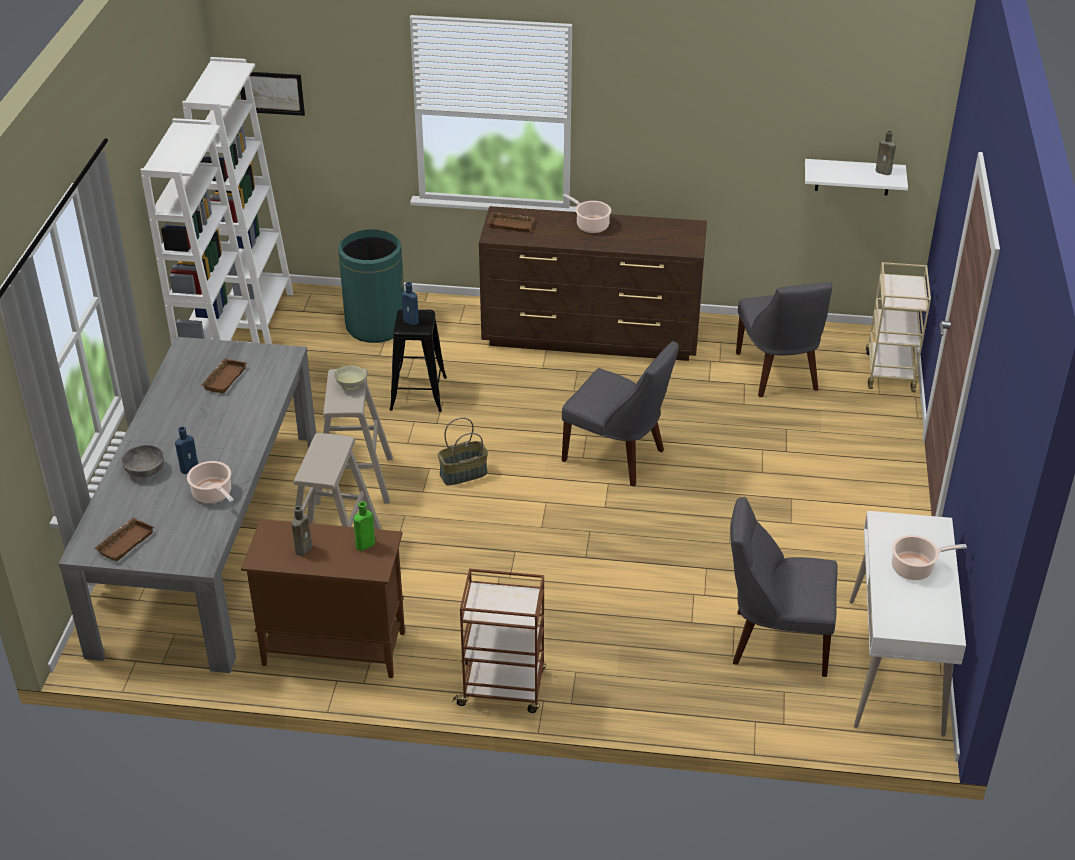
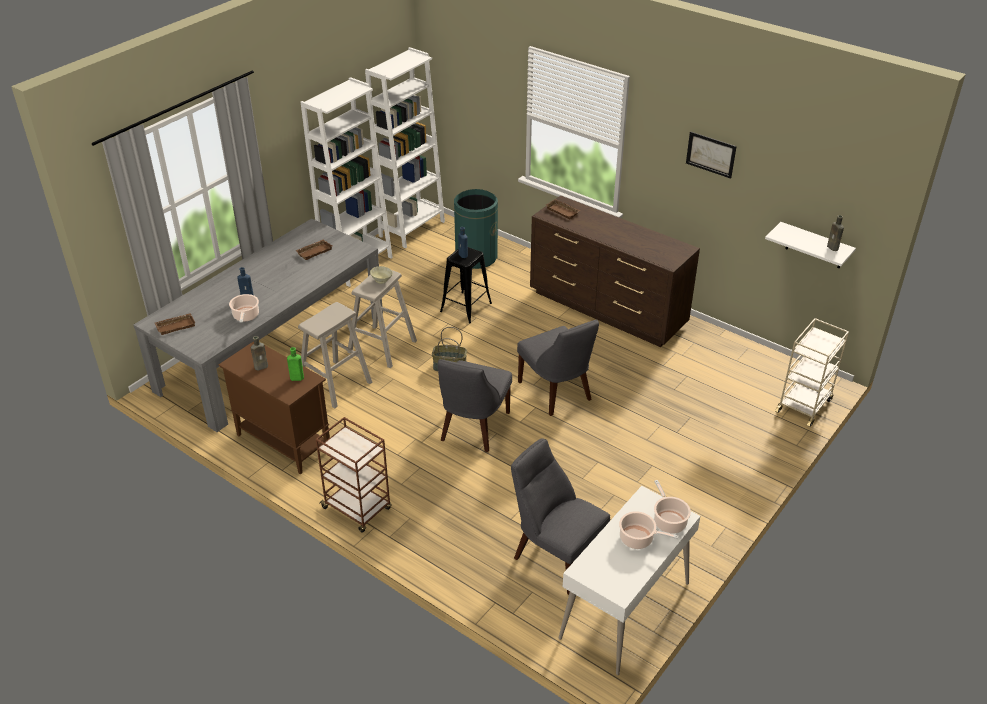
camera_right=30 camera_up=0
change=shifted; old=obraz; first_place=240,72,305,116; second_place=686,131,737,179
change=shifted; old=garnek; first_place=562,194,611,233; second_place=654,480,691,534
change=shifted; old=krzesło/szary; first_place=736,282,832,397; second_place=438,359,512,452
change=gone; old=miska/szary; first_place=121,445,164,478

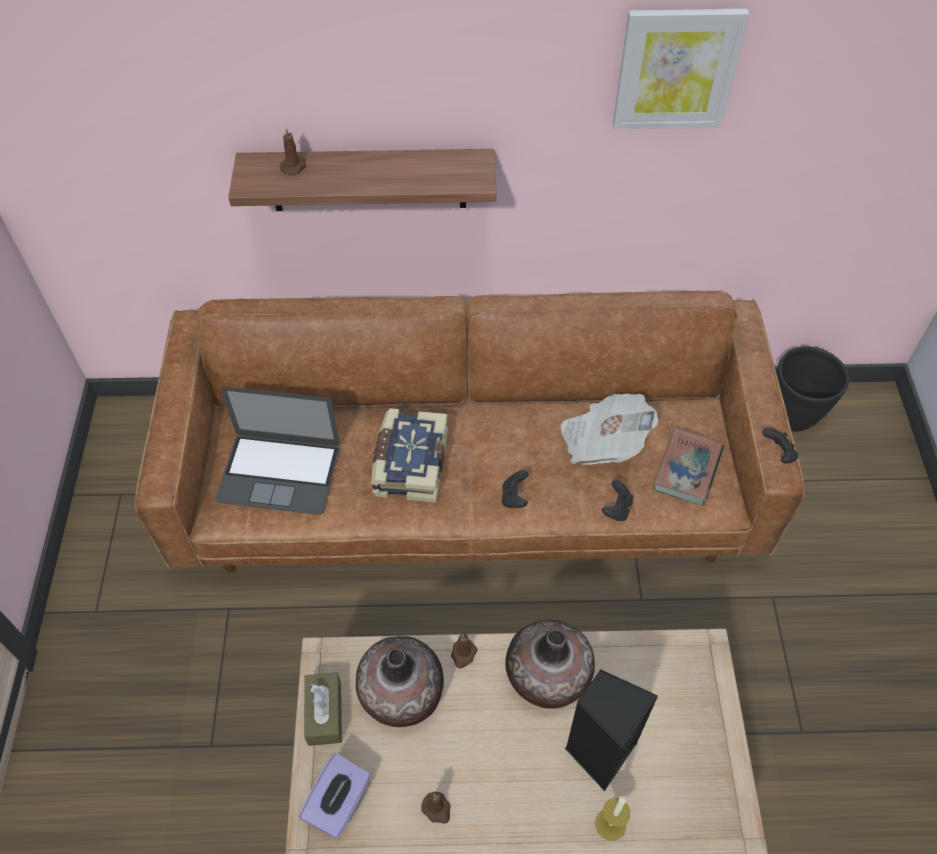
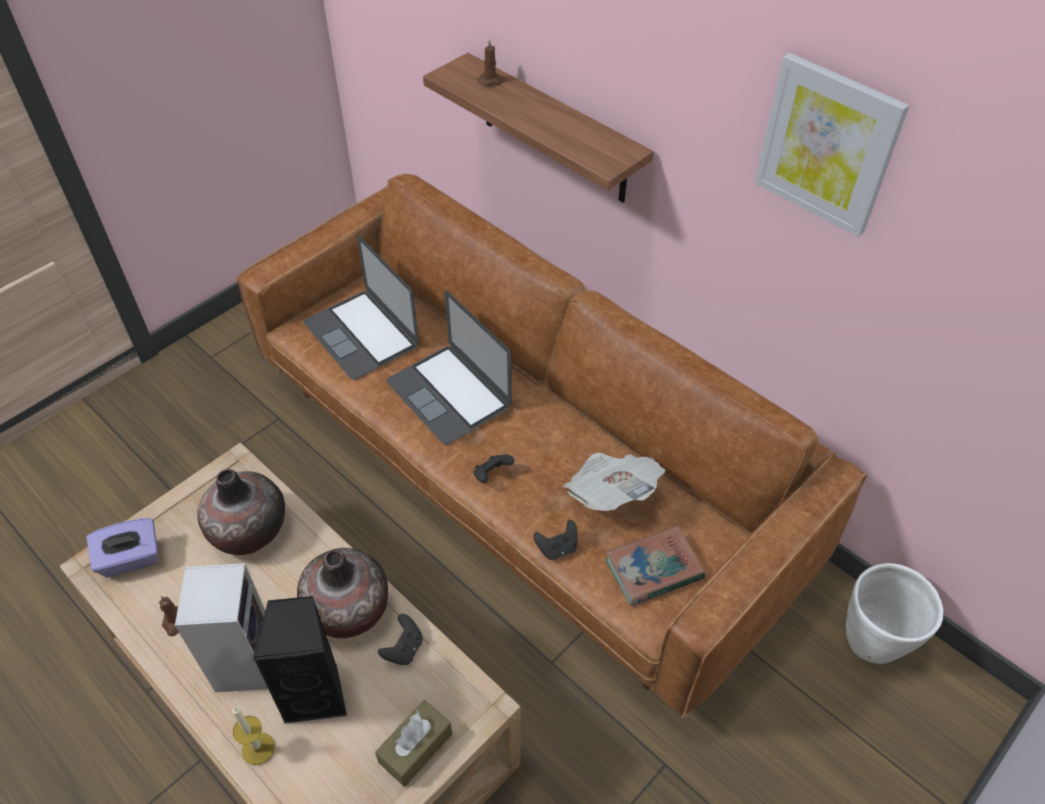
camera_right=45 camera_up=-5
change=repainted; old=donica/czarny; new=donica/biały; first_place=777,346,849,432; second_place=846,563,943,664
change=swapped; old=książka; new=laptop; first_place=371,408,448,503; second_place=387,291,512,445
change=shifted; old=pad do gier/czarny; first_place=763,428,798,464; second_place=378,614,423,665
change=gone; old=świeca/brązowy; first_place=451,633,477,668
change=shifted; old=pudełko chusteczek/brązowy; first_place=304,672,342,746; second_place=375,700,452,787
change=new; new=głośnik; second_place=175,563,268,692

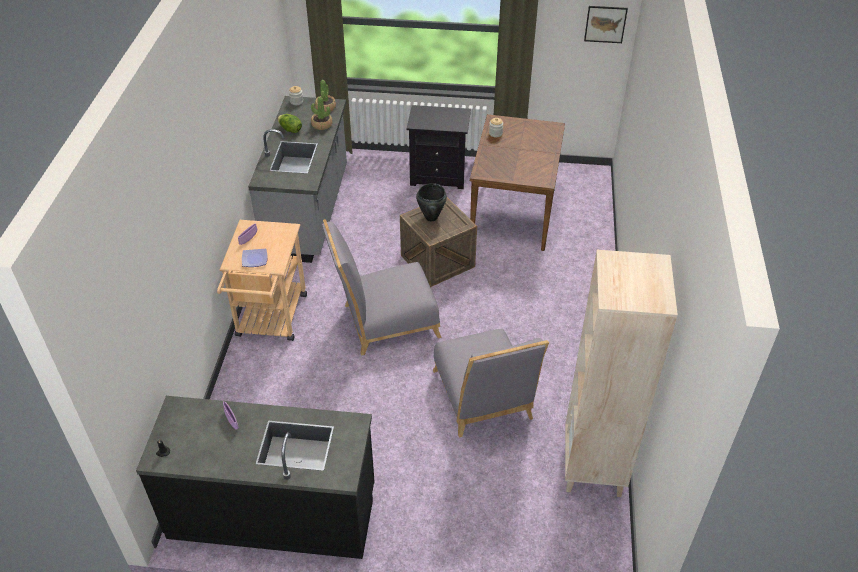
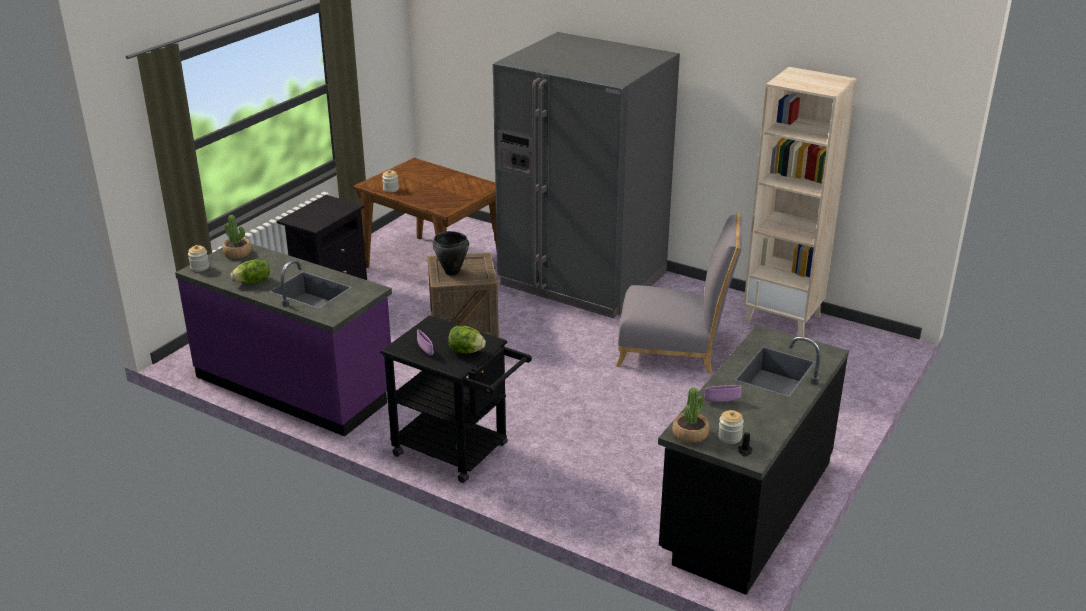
camera_right=-65 camera_up=-15
change=gone; old=obraz; first_place=584,6,628,43
change=repainted; old=zabudowa kuchenna/szary; new=zabudowa kuchenna/fioletowy; first_place=248,96,347,263; second_place=175,244,392,436
change=shifted; old=roślina doniczkowa; first_place=311,97,332,130; second_place=672,387,709,443
change=gone; old=krzesło/szary; first_place=322,219,442,356
change=repainted; old=wózek/beżowy; new=wózek/czarny; first_place=217,220,307,341; second_place=380,315,532,483
change=swapped; old=talerz; new=sałata; first_place=242,249,268,267; second_place=448,326,486,354
change=new; new=lodówka/szary; second_place=493,32,680,318
change=new; new=słoik; second_place=718,410,744,444

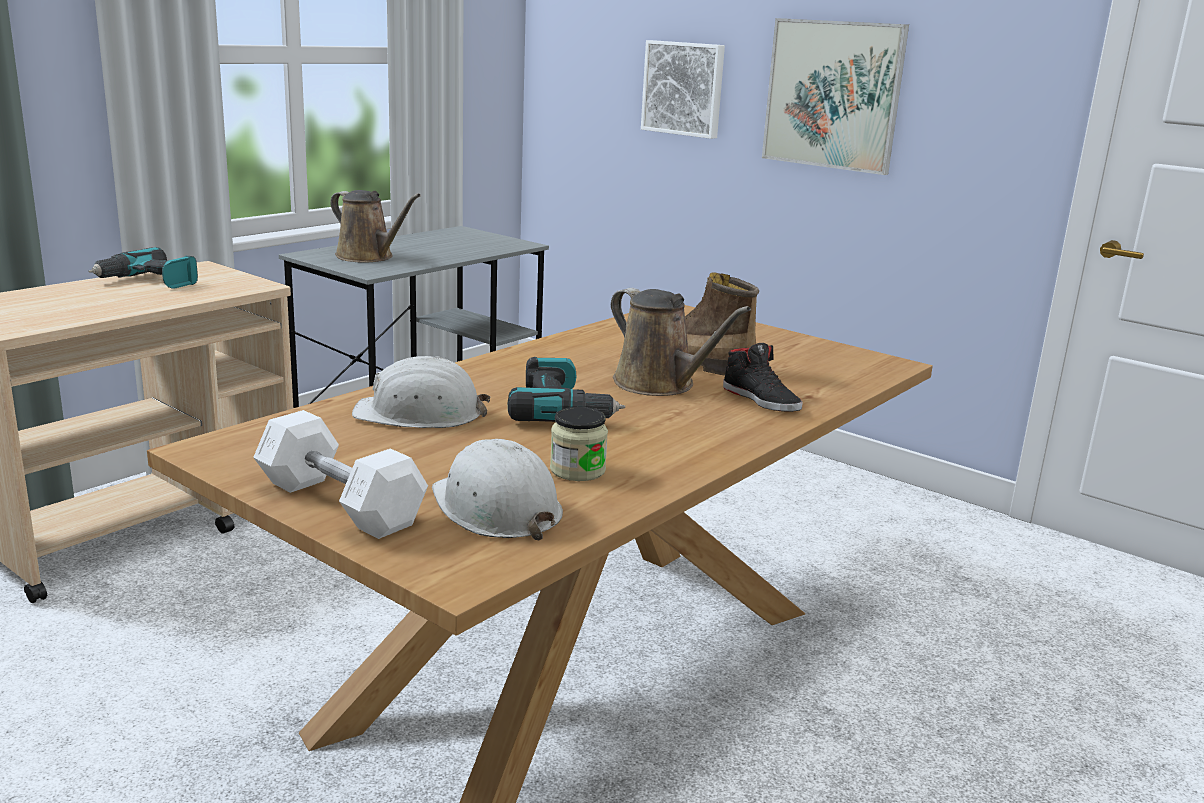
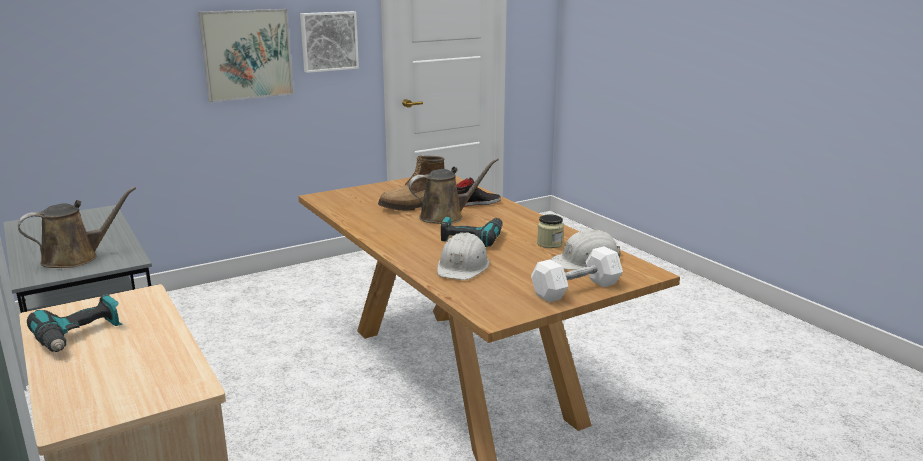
camera_right=-70 camera_up=0
change=shifted; old=obraz; first_place=641,40,725,139; second_place=300,11,359,73

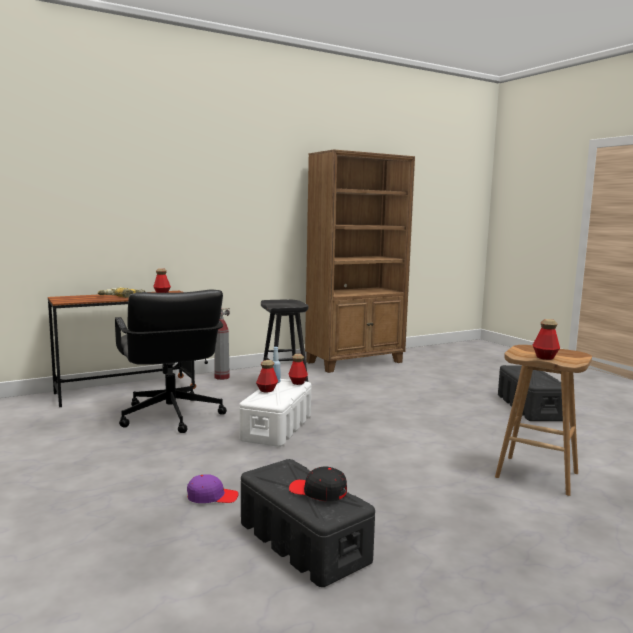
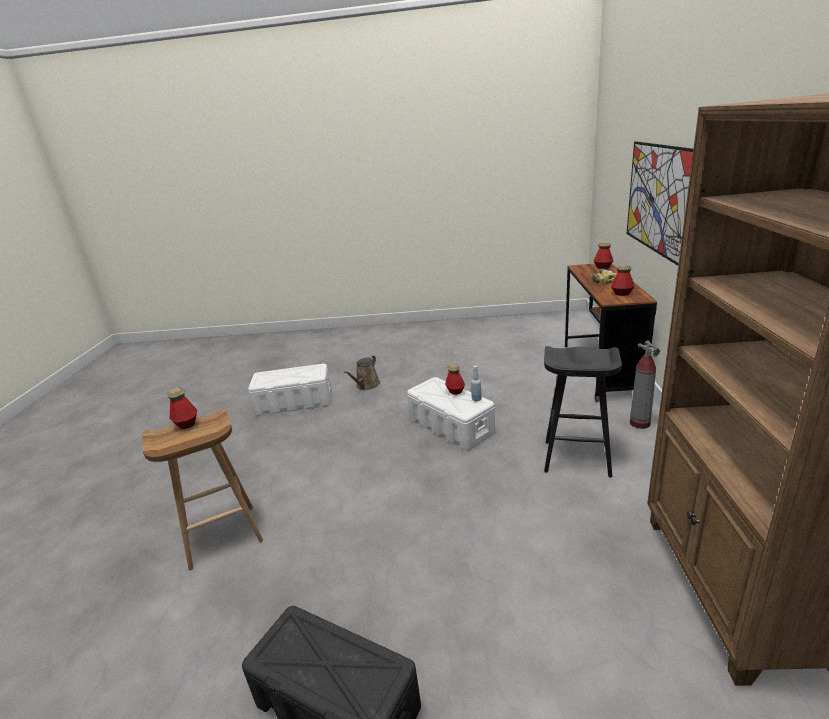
camera_right=125 camera_up=15
change=gone; old=krzesło biurowe/czarny; first_place=115,290,227,433
change=shifted; old=butelka; first_place=289,354,308,385; second_place=594,242,613,269
change=repainted; old=pojemnik do przechowywania/czarny; new=pojemnik do przechowywania/biały; first_place=241,459,375,587; second_place=248,364,331,416
change=gone; old=czapka z daszkiem/czarny; first_place=289,466,347,501
change=swapped; old=czapka z daszkiem/fioletowy; new=konewka/brązowy; first_place=187,474,238,503; second_place=344,355,380,390
change=new; new=obraz; second_place=627,141,693,266

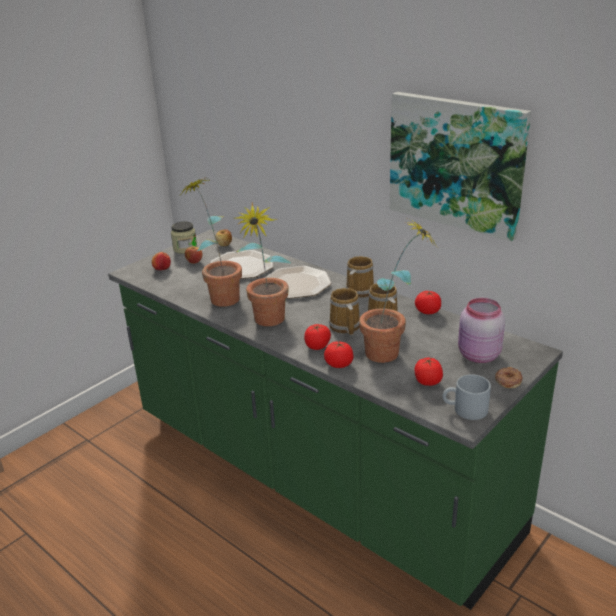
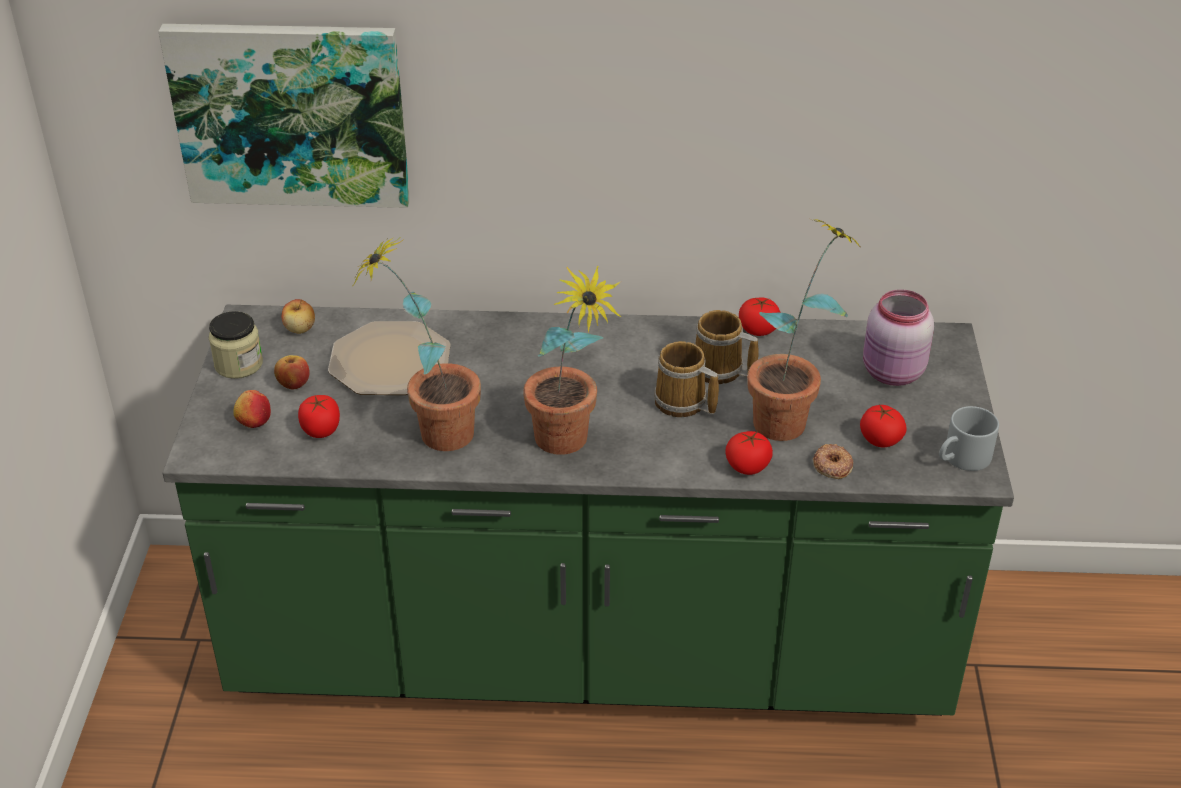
camera_right=-40 camera_up=10
change=shifted; old=obraz; first_place=390,92,531,242; second_place=158,24,410,208
change=gone; old=kubek; first_place=346,256,374,298
change=gone; old=talerz; first_place=266,266,331,299
change=shifted; old=pomidor; first_place=304,324,331,350; second_place=298,395,340,438
change=shifted; old=donut; first_place=495,367,522,388; second_place=813,444,853,479

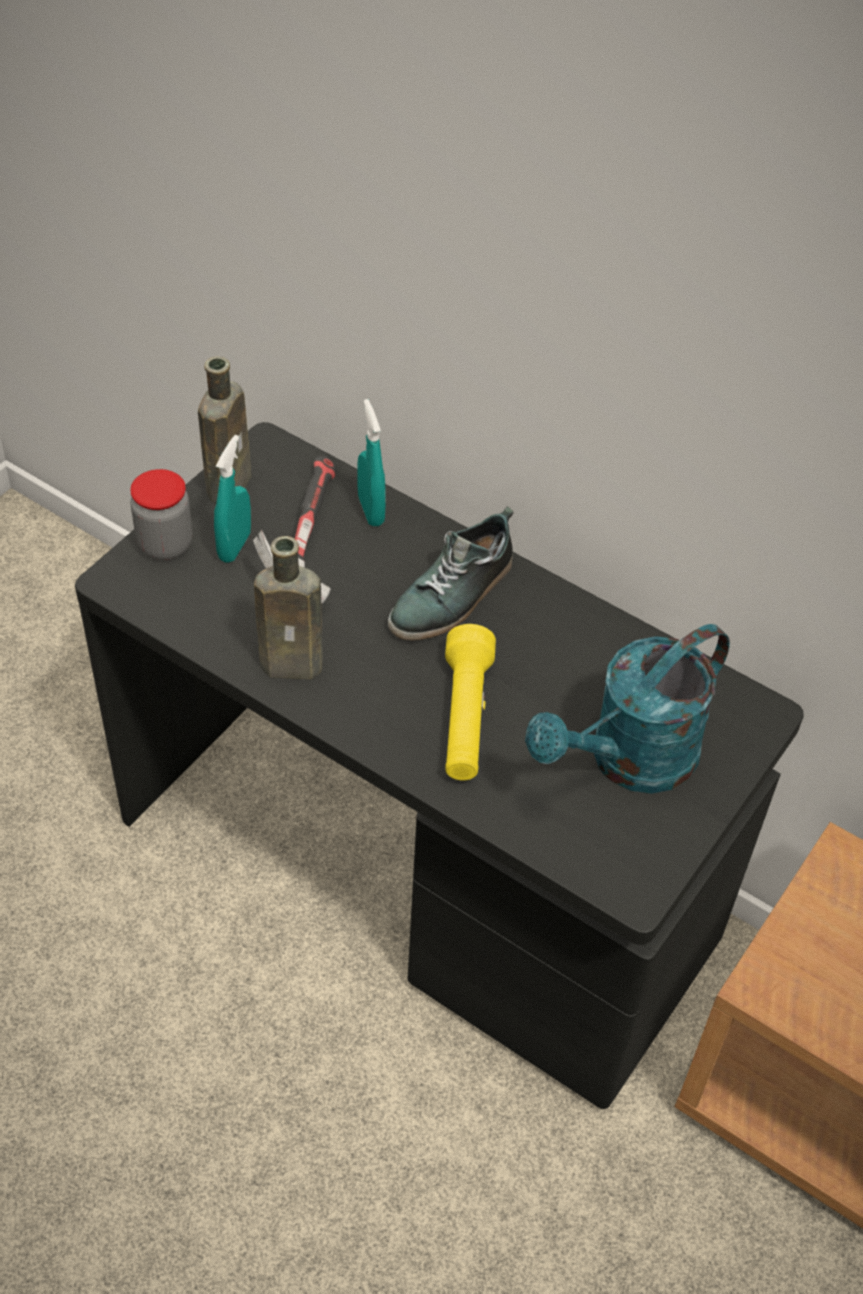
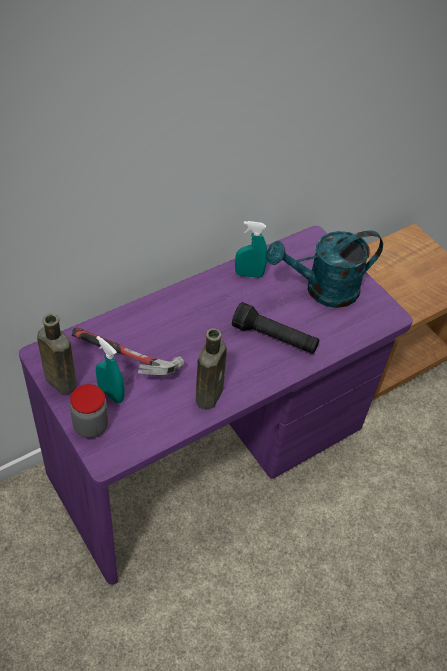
camera_right=-70 camera_up=0
change=shifted; old=spryskiwacz/turkusowy; first_place=357,399,386,526; second_place=235,221,267,278
change=repainted; old=biurko/czarny; new=biurko/fioletowy; first_place=75,422,804,1109; second_place=19,226,413,585
change=gone; old=but; first_place=388,507,513,641
change=repainted; old=latarka/żółty; new=latarka/czarny; first_place=445,624,496,781; second_place=232,302,319,354
change=rotated; old=konewka/turkusowy; first_place=525,624,730,794; second_place=267,231,383,308; degrees=90

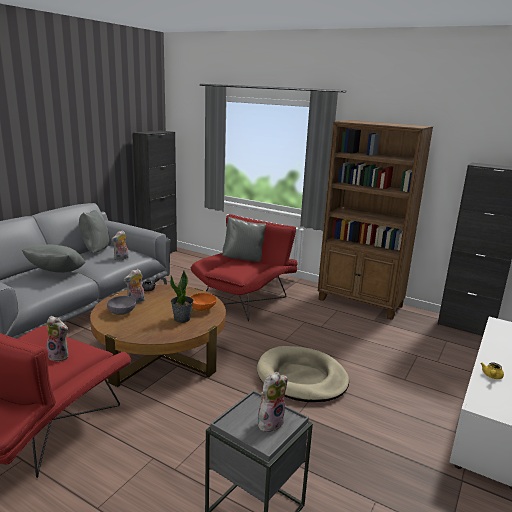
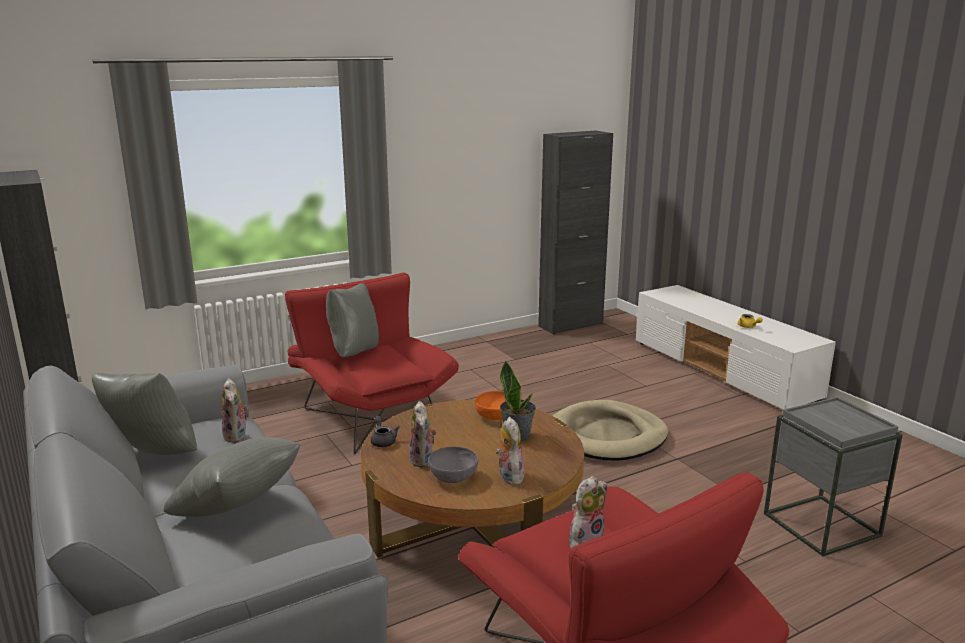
camera_right=-60 camera_up=0
change=gone; old=regał/brązowy; first_place=318,120,433,320
change=shifted; old=pluszak; first_place=258,372,288,432; second_place=495,417,524,485

